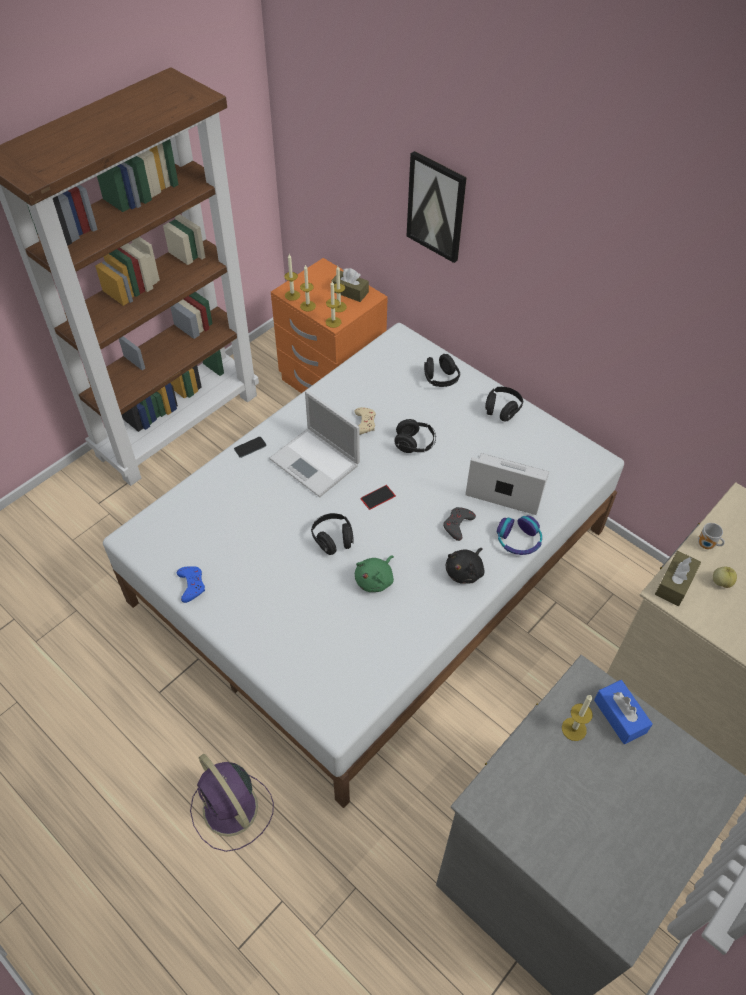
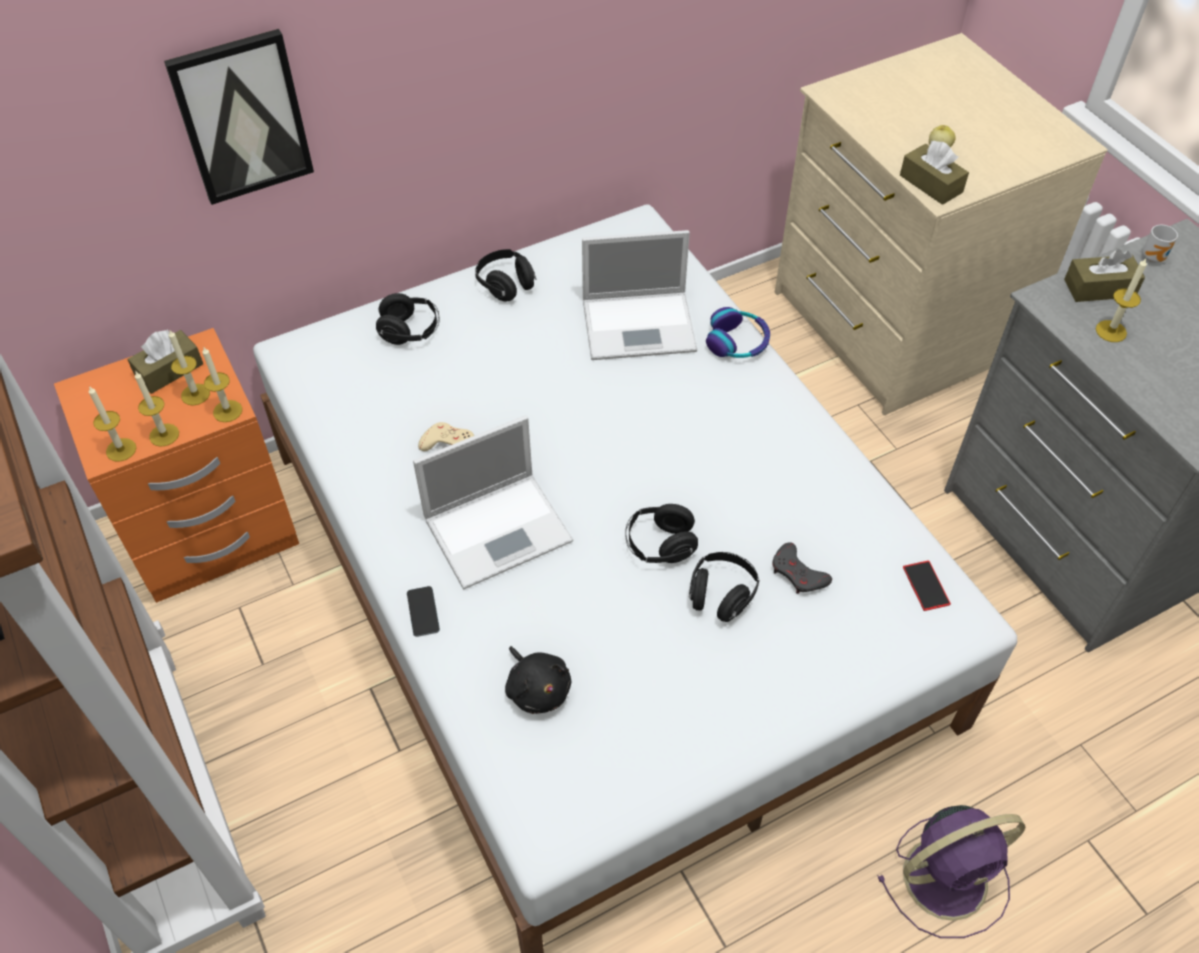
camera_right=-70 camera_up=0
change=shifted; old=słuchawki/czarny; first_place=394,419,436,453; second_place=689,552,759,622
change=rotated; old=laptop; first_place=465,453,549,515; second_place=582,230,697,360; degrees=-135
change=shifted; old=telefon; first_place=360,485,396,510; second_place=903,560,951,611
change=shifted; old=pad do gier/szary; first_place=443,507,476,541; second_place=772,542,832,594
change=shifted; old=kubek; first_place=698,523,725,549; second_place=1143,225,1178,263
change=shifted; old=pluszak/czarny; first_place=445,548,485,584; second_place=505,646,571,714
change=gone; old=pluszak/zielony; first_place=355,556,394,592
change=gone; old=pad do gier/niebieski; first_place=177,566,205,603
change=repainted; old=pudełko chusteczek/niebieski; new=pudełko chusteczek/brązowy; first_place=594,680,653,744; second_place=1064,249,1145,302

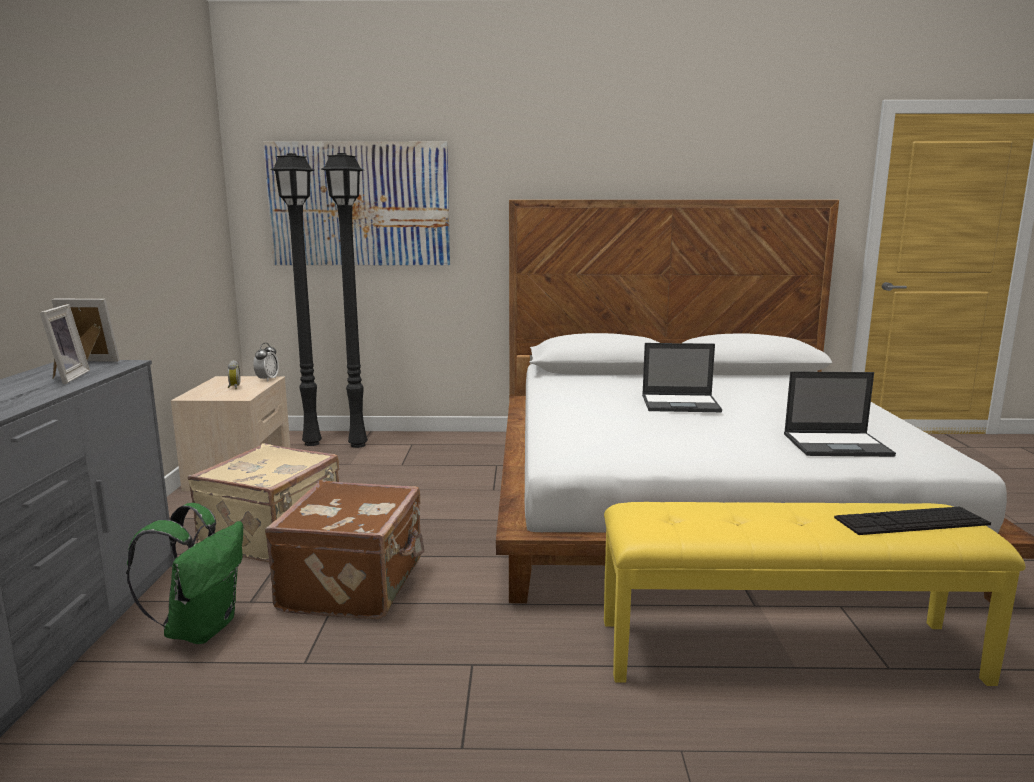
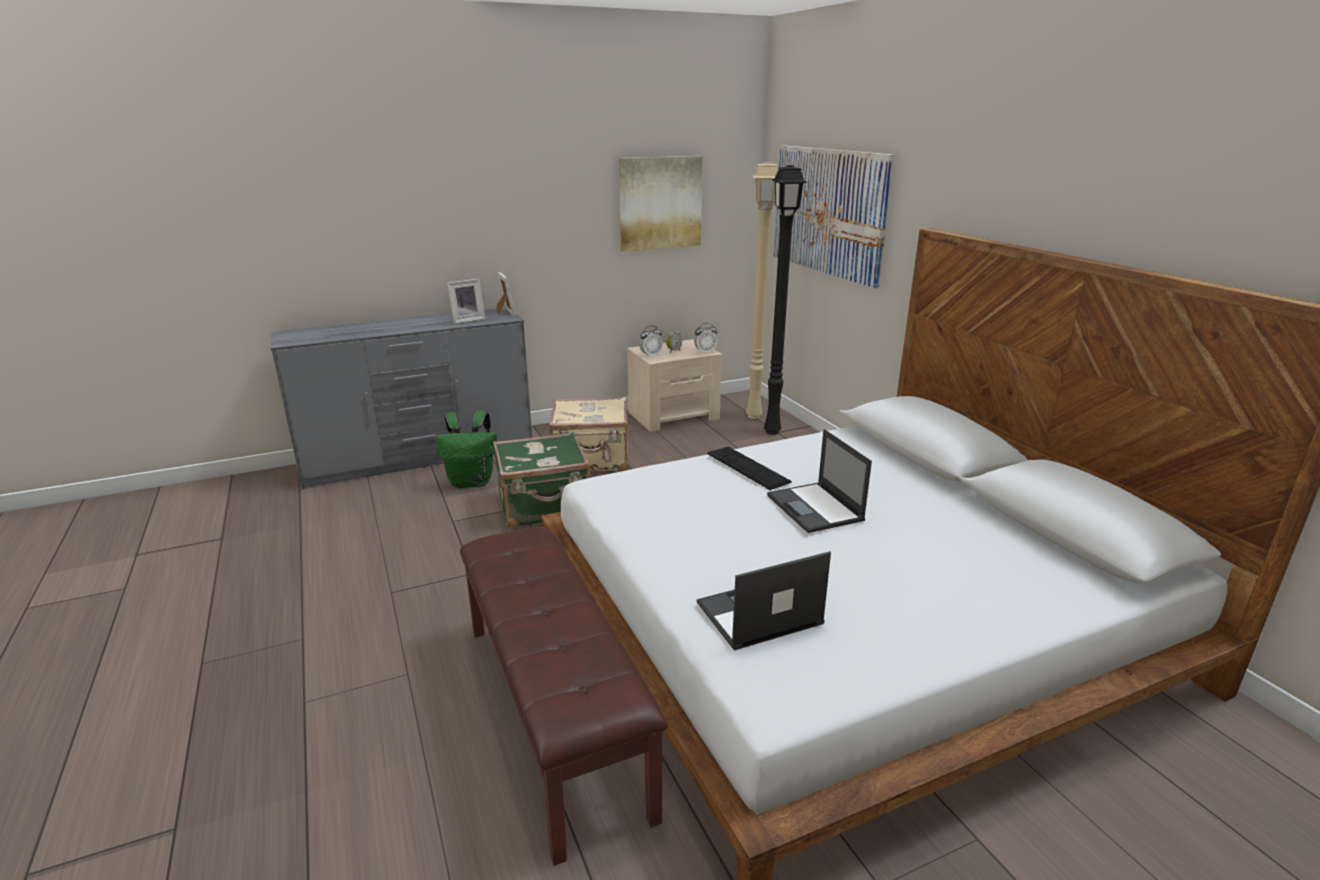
camera_right=65 camera_up=10
change=repainted; old=lampa stojąca/czarny; new=lampa stojąca/beżowy; first_place=270,153,322,446; second_place=746,162,778,419
change=rotated; old=laptop; first_place=784,371,896,457; second_place=697,551,831,650; degrees=90
change=repainted; old=walizka/brązowy; new=walizka/zielony; first_place=265,480,424,619; second_place=493,432,590,527
change=repainted; old=ławka/żółty; new=ławka/brązowy; first_place=604,502,1026,686; second_place=460,527,667,866
change=shifted; old=klawiatura; first_place=834,506,991,535; second_place=707,447,792,490
change=new; new=obraz; second_place=619,156,702,251
change=new; new=budzik; second_place=639,326,663,357

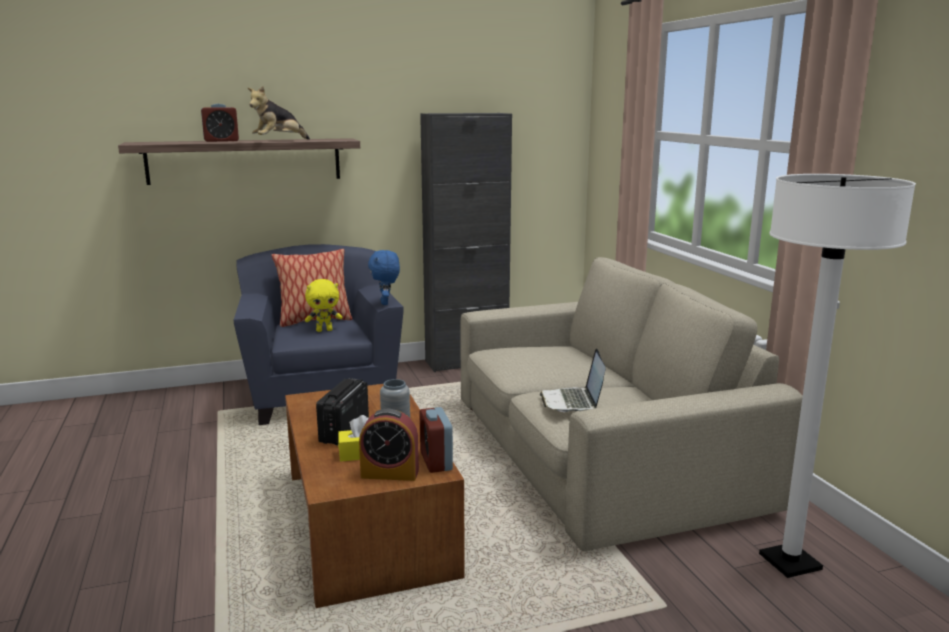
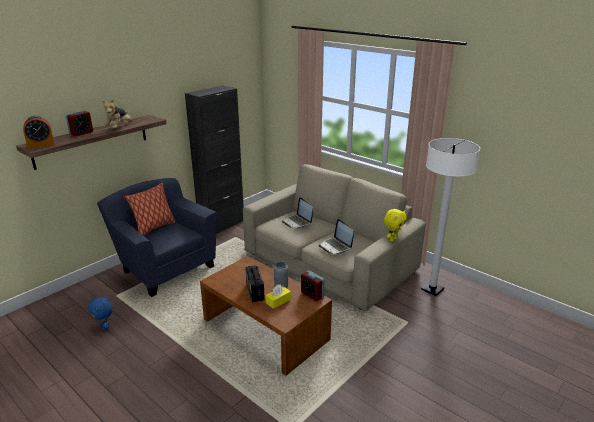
camera_right=-30 camera_up=10
change=shifted; old=pluszak/niebieski; first_place=368,250,400,305; second_place=88,297,113,331
change=shifted; old=pluszak/żółty; first_place=305,279,342,332; second_place=384,209,407,242
change=shifted; old=budzik; first_place=359,409,419,481; second_place=23,116,55,149
change=new; new=laptop; second_place=282,197,313,228

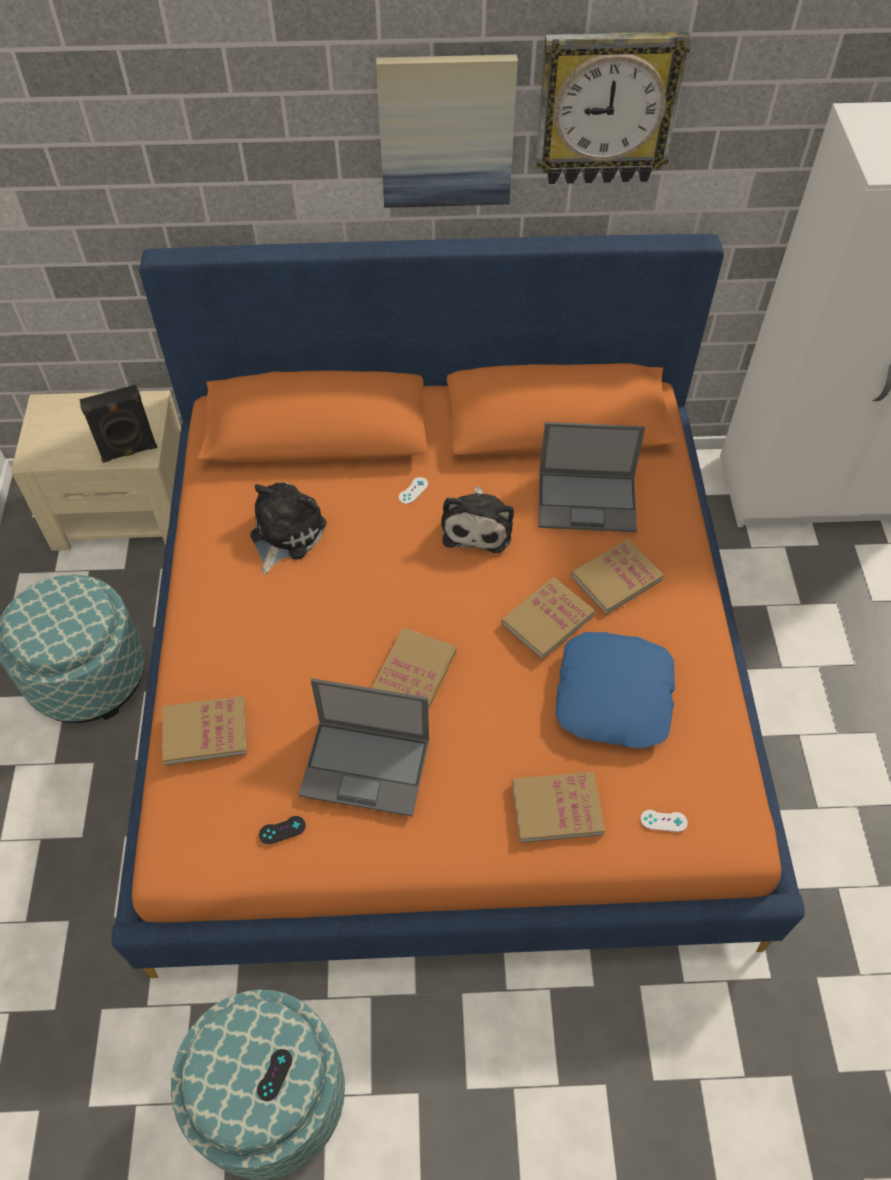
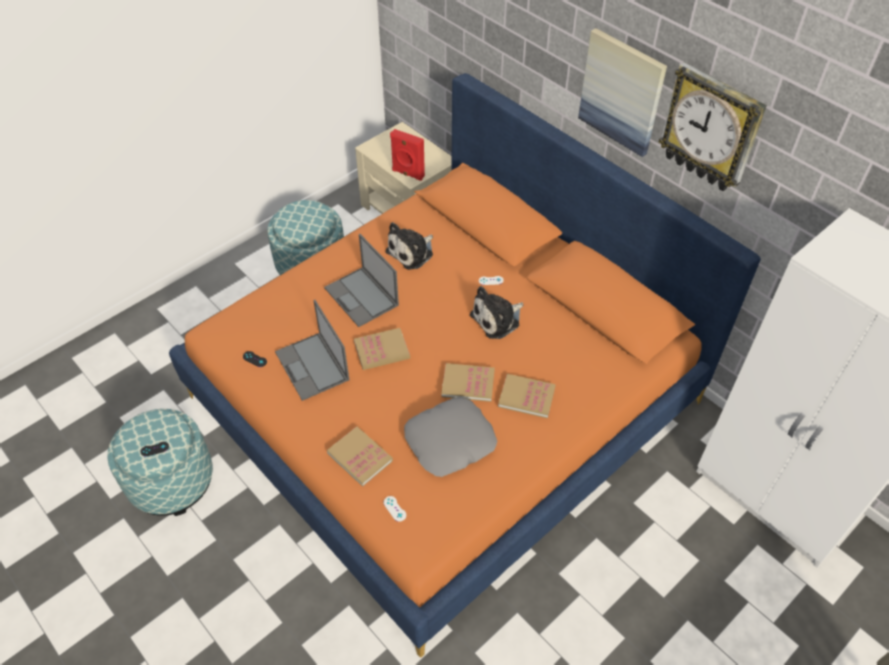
camera_right=50 camera_up=-5
change=repainted; old=głośnik/czarny; new=głośnik/czerwony; first_place=79,385,158,463; second_place=390,129,425,181
change=shifted; old=laptop; first_place=538,422,645,532; second_place=324,234,399,327
change=rotated; old=pluszak; first_place=250,482,327,574; second_place=386,222,433,270; degrees=150
change=repainted; old=poduszka/niebieski; new=poduszka/szary; first_place=555,632,675,748; second_place=404,398,497,477
change=gone; old=książka; first_place=162,696,247,765

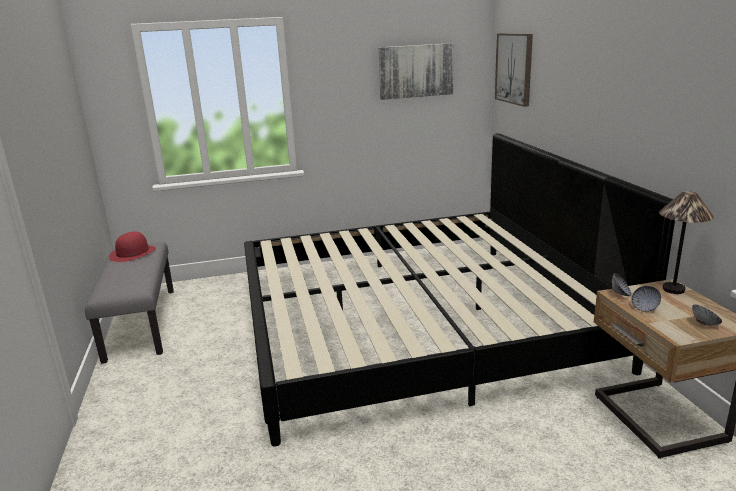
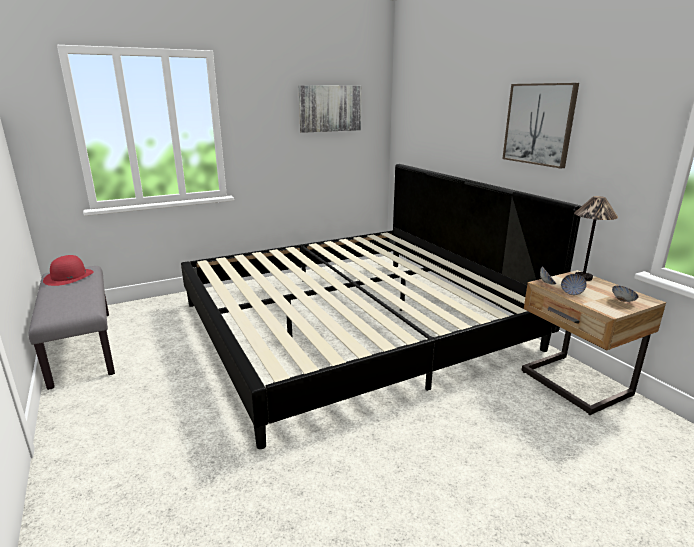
camera_right=-15 camera_up=0
change=shifted; old=obraz; first_place=495,33,533,107; second_place=502,83,579,168

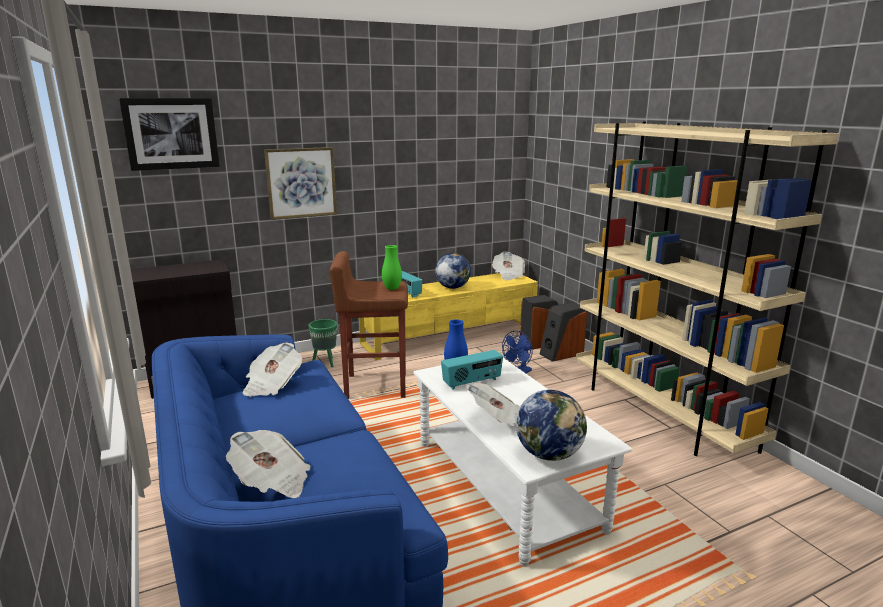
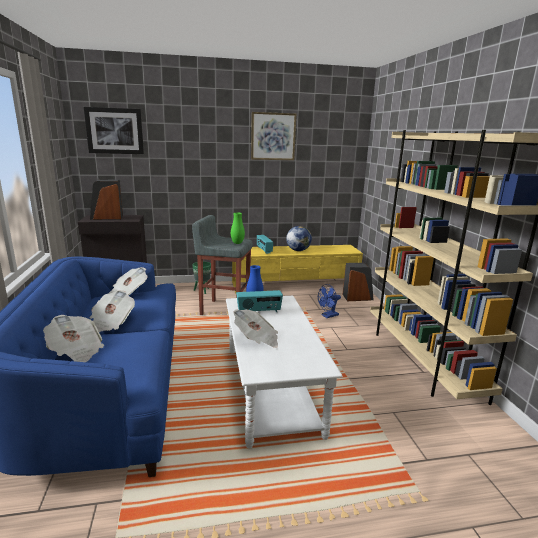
camera_right=15 camera_up=0
change=shifted; old=obraz; first_place=264,147,337,220; second_place=251,112,296,160
change=repainted; old=stołek/brązowy; new=stołek/szary; first_place=330,251,408,399; second_place=192,215,253,315
change=shifted; old=gazeta; first_place=492,252,525,280; second_place=90,290,135,332
change=shifted; old=głośnik; first_place=540,302,587,361; second_place=90,179,123,220
change=gone; old=globus; first_place=516,390,587,461

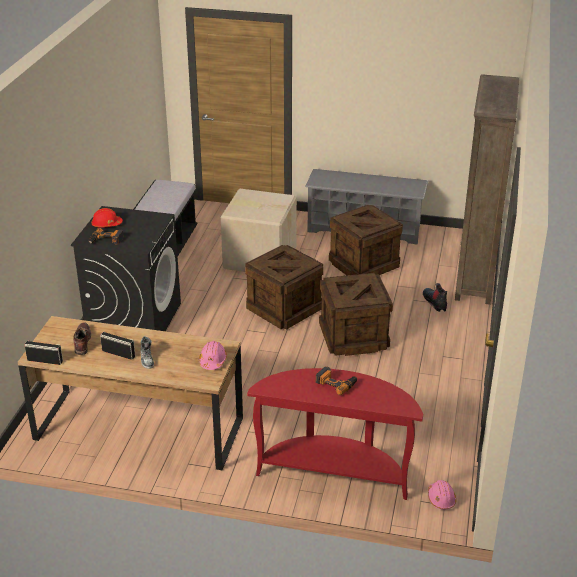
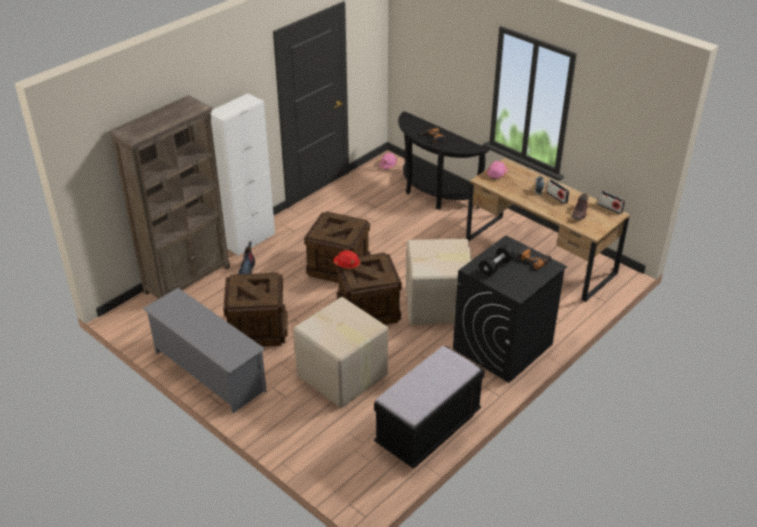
camera_right=-150 camera_up=5
change=shifted; old=kask/czerwony; first_place=91,208,123,227; second_place=333,250,360,269
change=repainted; old=stolik konsolowy/czerwony; new=stolik konsolowy/czarny; first_place=247,368,423,500; second_place=398,111,489,210
change=new; new=szafka/biały; second_place=211,93,275,256
change=new; new=karton; second_place=406,239,472,325
change=new; new=hantel/czarny; second_place=479,245,514,276

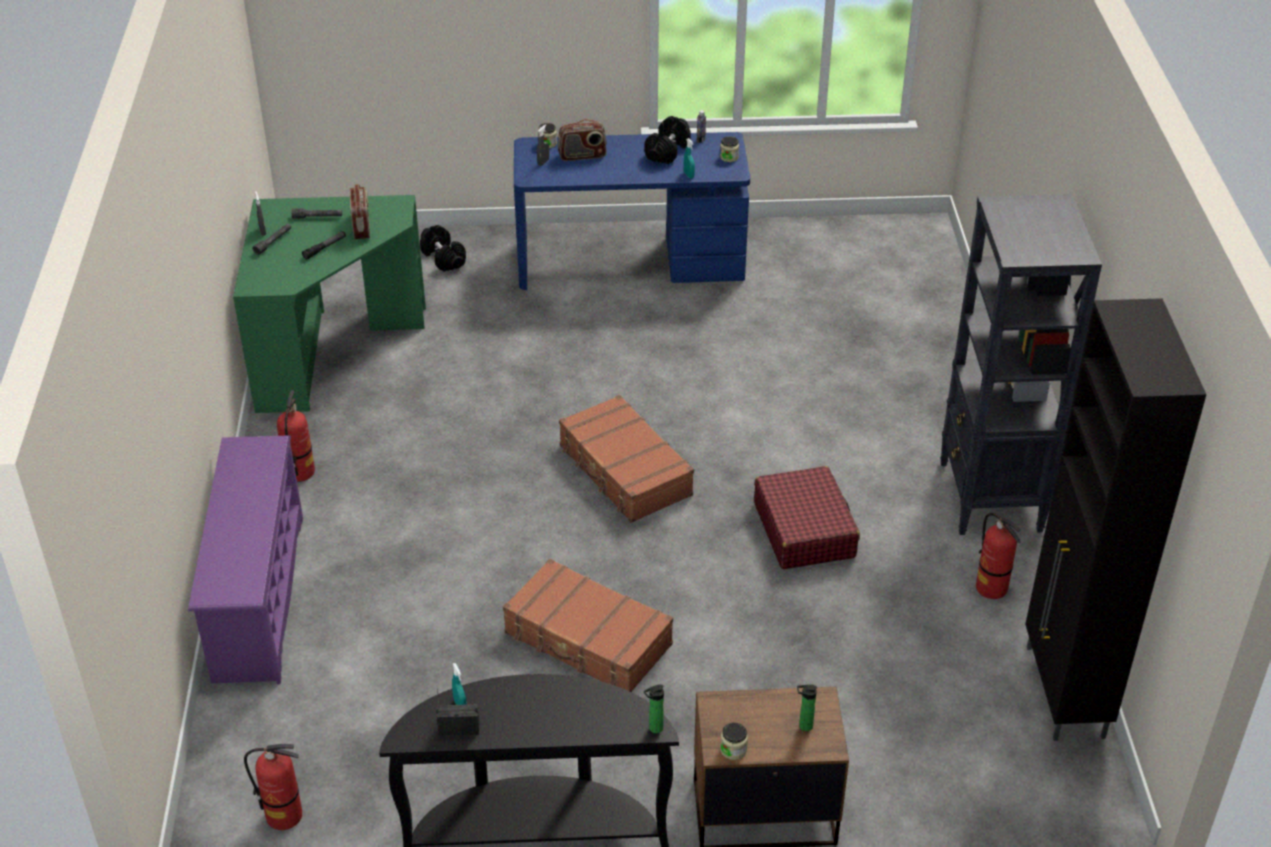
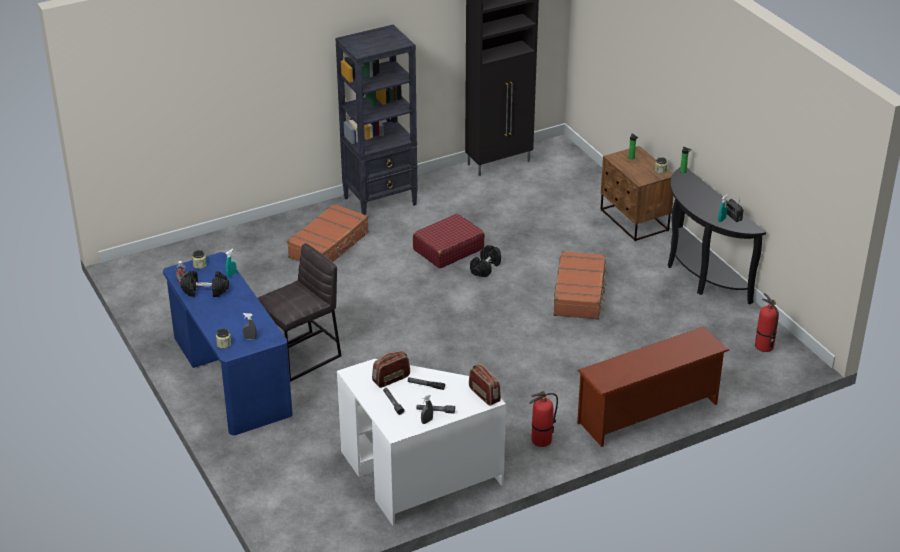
camera_right=-115 camera_up=-5
change=shifted; old=radio; first_place=557,119,607,161; second_place=469,364,501,406
change=repainted; old=biurko/zielony; new=biurko/biały; first_place=233,195,426,413; second_place=337,359,506,526
change=shifted; old=hantel/czarny; first_place=420,225,466,272; second_place=470,245,501,277
change=shifted; old=walizka/brązowy; first_place=559,395,694,523; second_place=287,203,369,262
change=repainted; old=regał na buty/fioletowy; new=regał na buty/brązowy; first_place=188,435,303,684; second_place=577,326,730,447
change=gone; old=gaśnica; first_place=976,513,1021,599
change=new; new=stołek/szary; second_place=258,243,342,382

